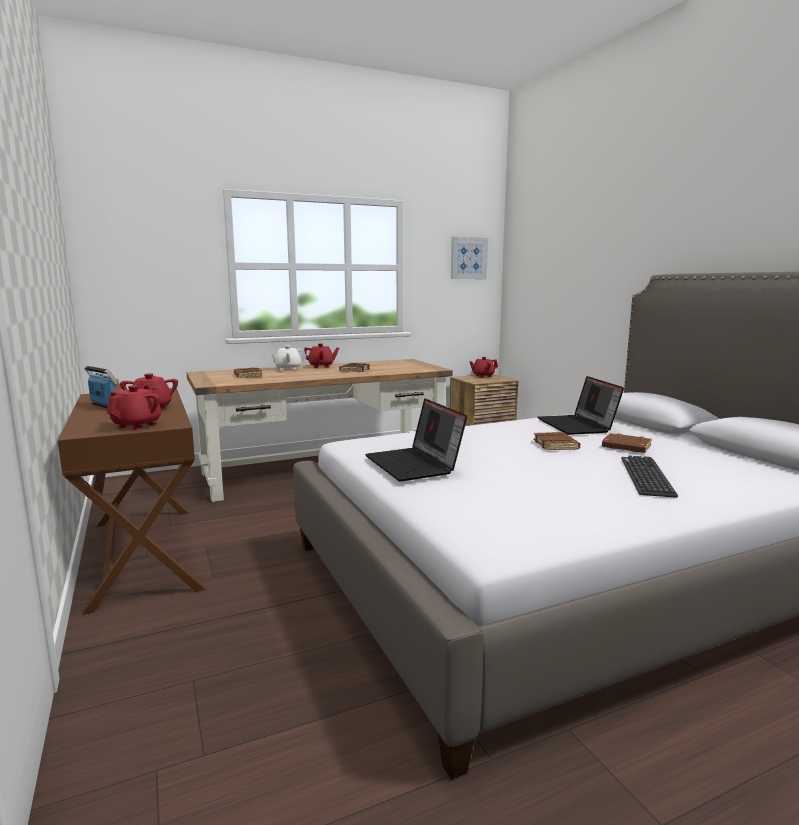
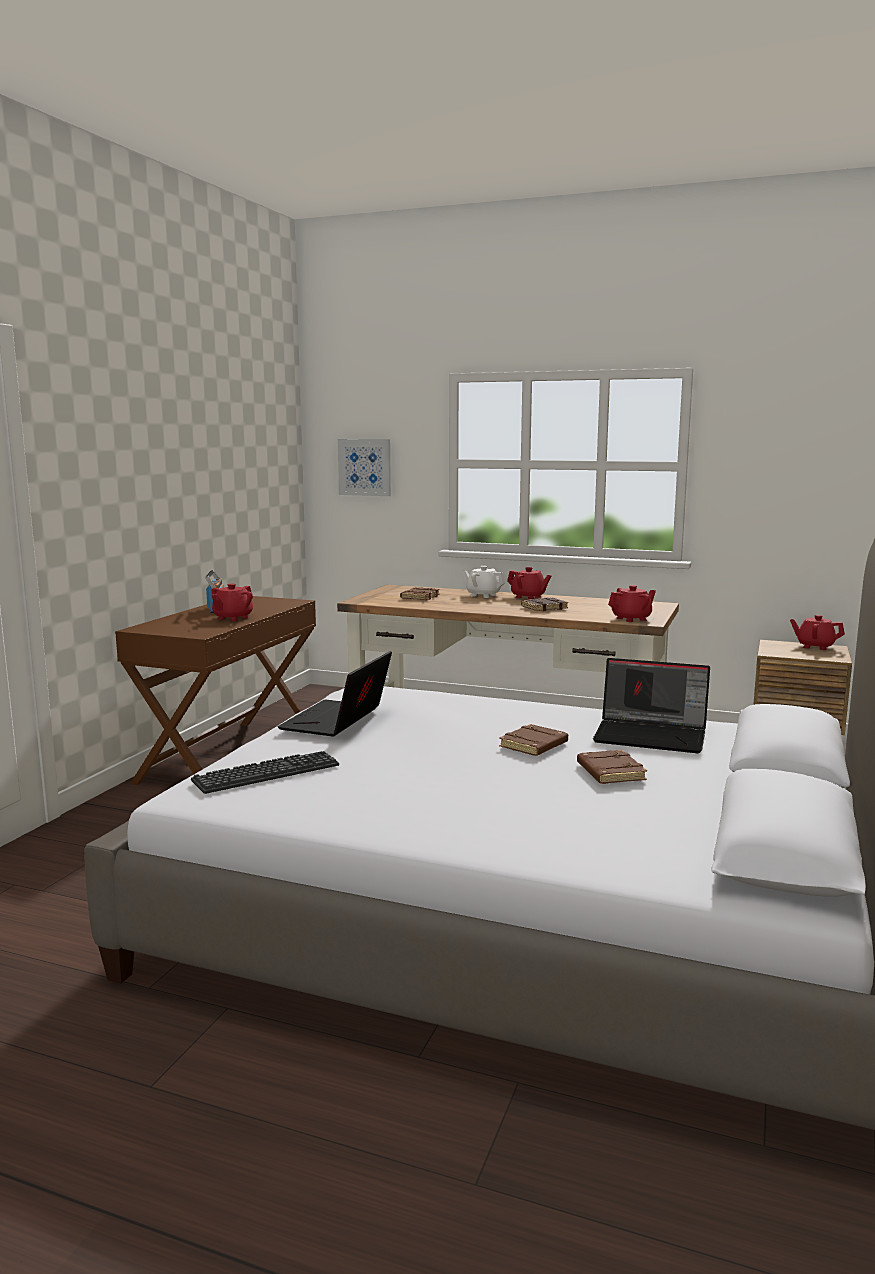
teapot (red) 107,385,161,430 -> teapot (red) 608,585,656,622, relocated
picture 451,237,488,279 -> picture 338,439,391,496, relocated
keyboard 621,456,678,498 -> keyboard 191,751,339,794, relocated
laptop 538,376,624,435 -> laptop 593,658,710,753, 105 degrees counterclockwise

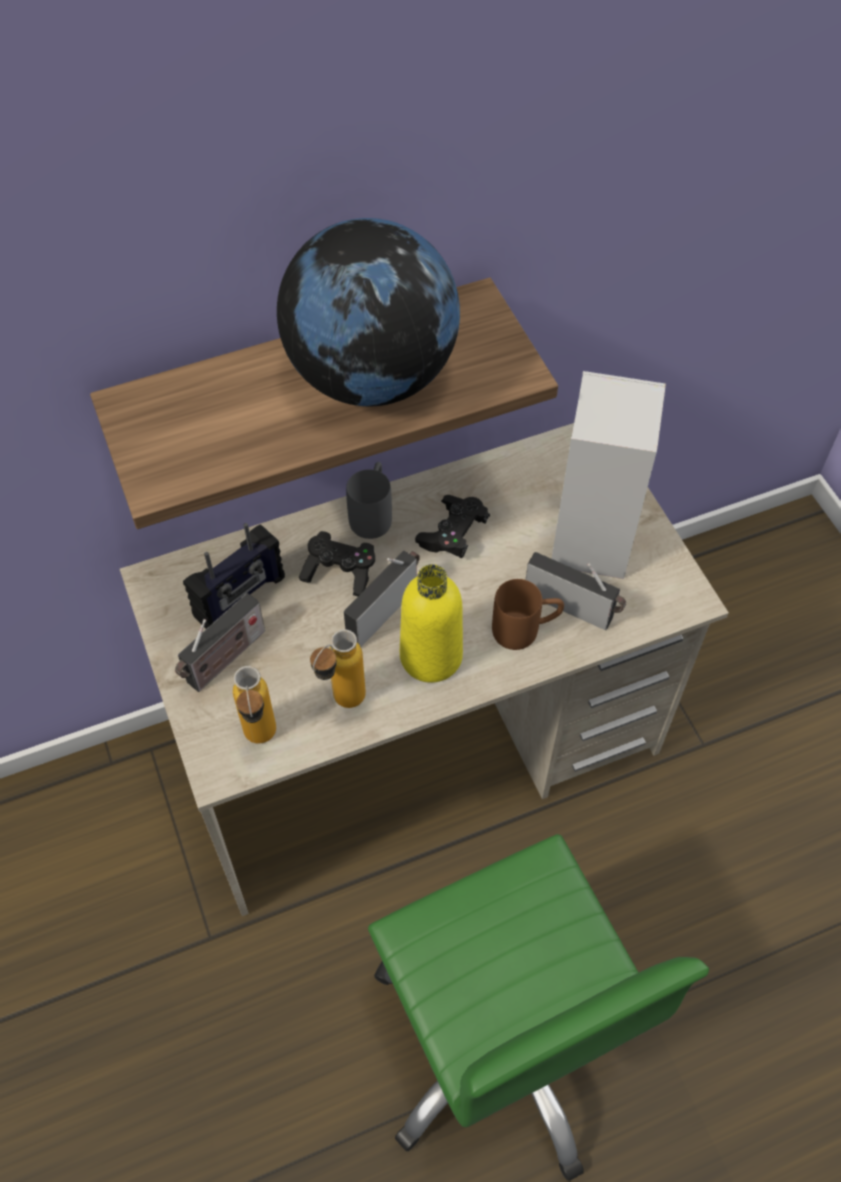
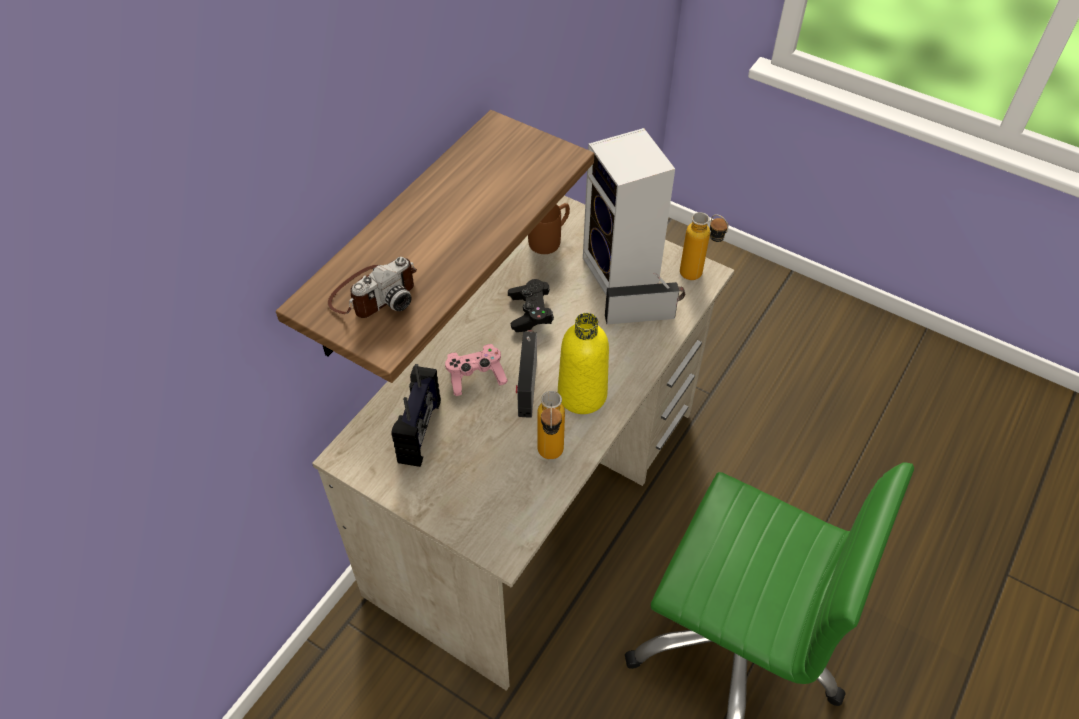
radio 175,593,265,692 -> none
globe 277,218,460,406 -> none
mug (grey) 346,462,392,539 -> none
none -> photo camera 328,257,417,318
bottle 233,666,276,744 -> bottle 680,212,728,280, relocated
mug (brown) 492,579,564,650 -> mug (brown) 528,203,570,254, relocated
game controller (black) 299,531,375,596 -> game controller (pink) 445,344,508,396

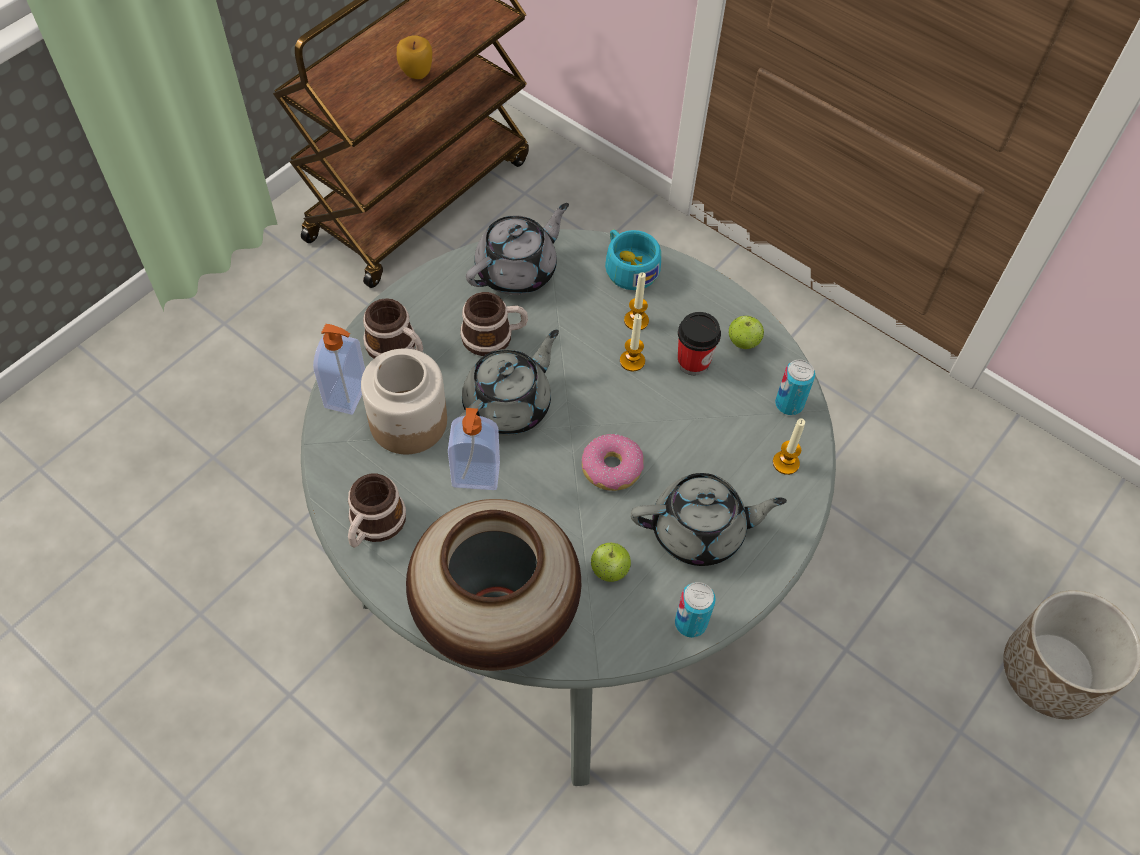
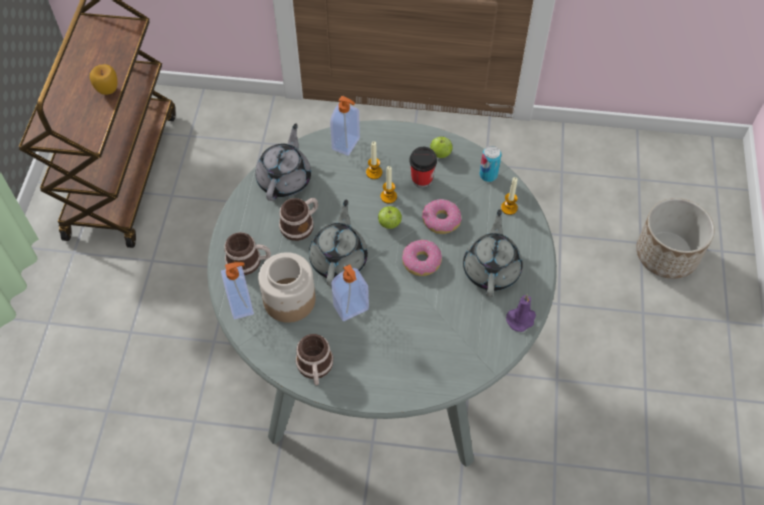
vase 406,499,581,671 -> none
none -> donut 422,199,462,234
apple 591,542,631,582 -> apple 378,206,402,229, relocated
cup (turquoise) 605,230,661,290 -> soap dispenser 330,96,360,156
can 675,582,716,638 -> candle (purple) 506,294,536,332
teapot (grey) 631,473,787,566 -> teapot (grey) 463,209,523,297, 45 degrees counterclockwise

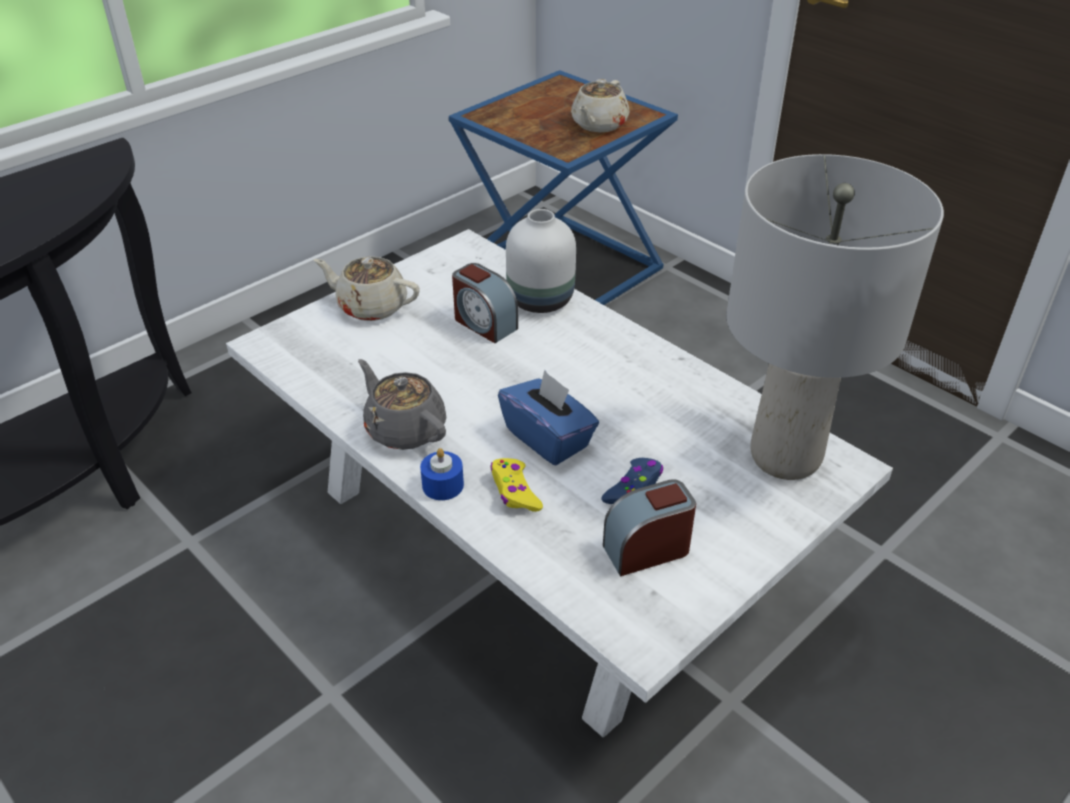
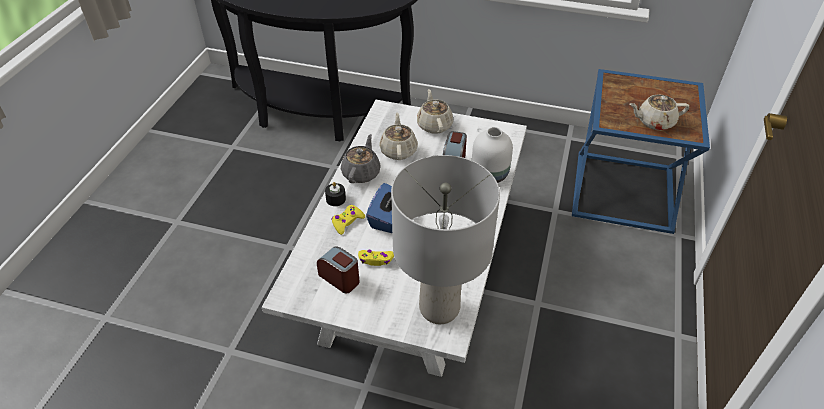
none -> teapot (beige) 379,113,418,160
candle (blue) 420,448,464,500 -> candle (black) 325,182,346,206
game controller (blue) 601,458,663,504 -> game controller (yellow) 358,250,394,266

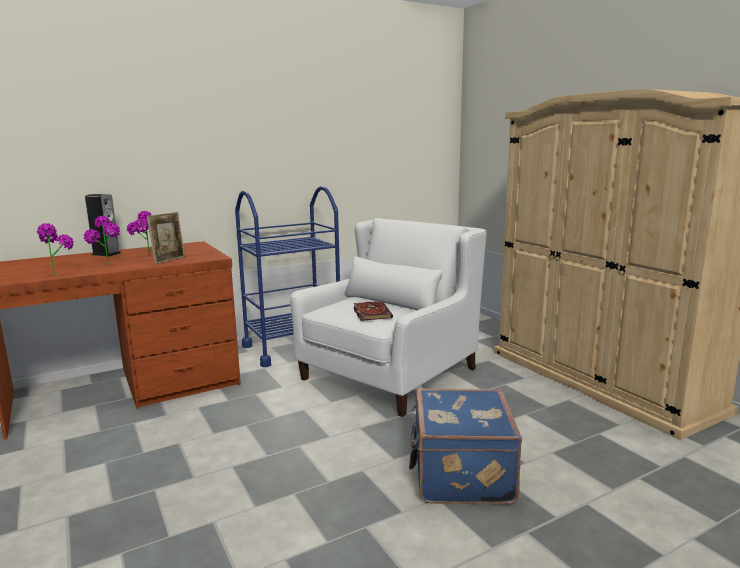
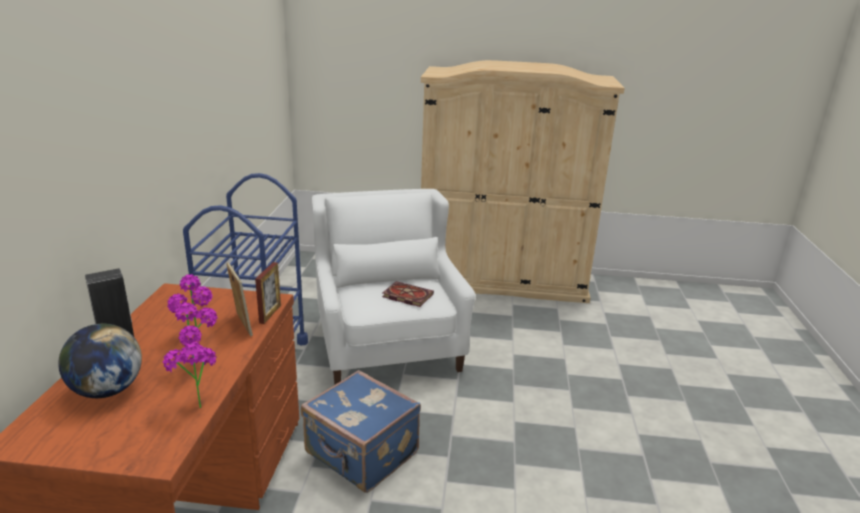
none -> globe 58,324,142,398
none -> picture frame 255,262,281,324
suitcase (blue) 409,388,522,505 -> suitcase (blue) 301,370,421,493, relocated

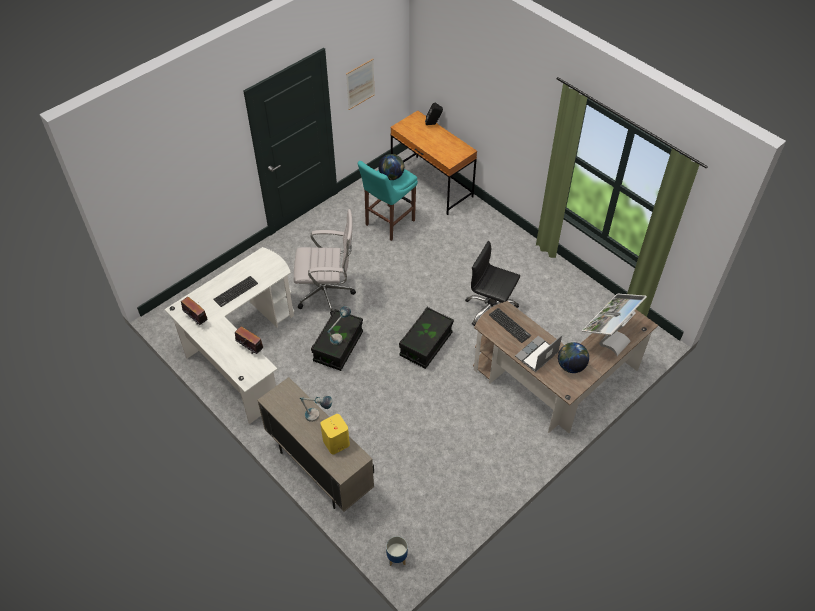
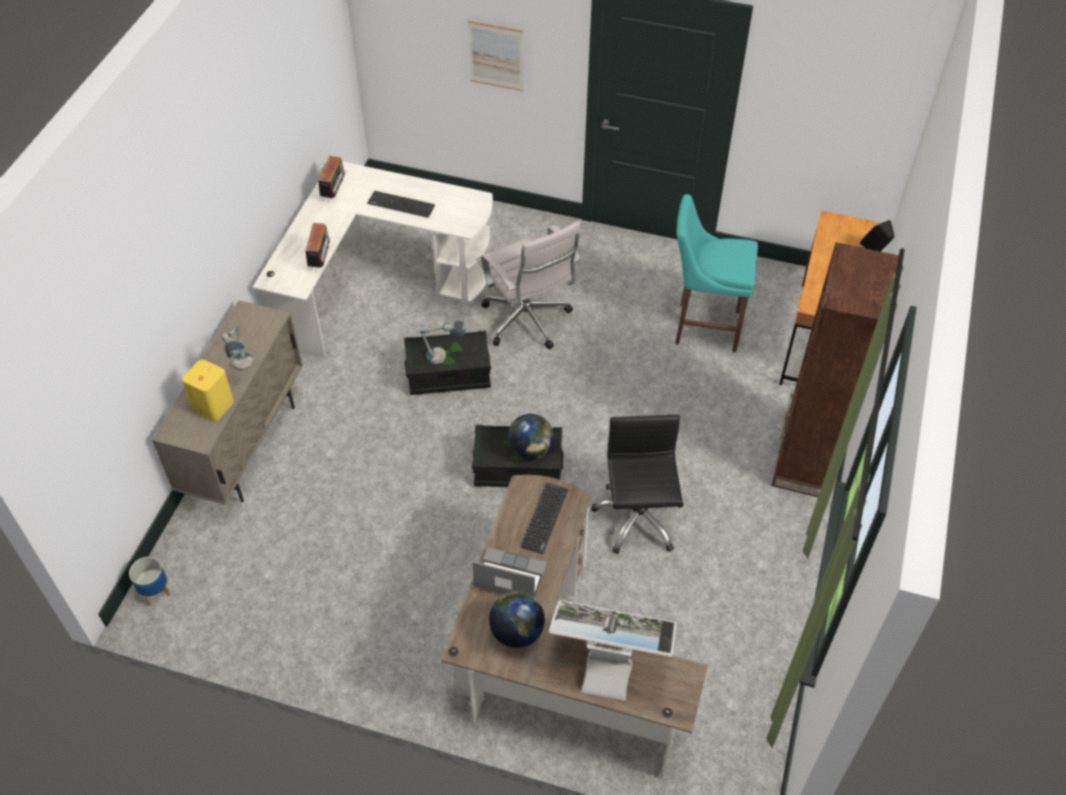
none -> bookcase (brown) 771,242,899,497
picture 346,59,375,110 -> picture 468,20,523,91, relocated
globe 378,154,404,180 -> globe 508,414,554,460, relocated

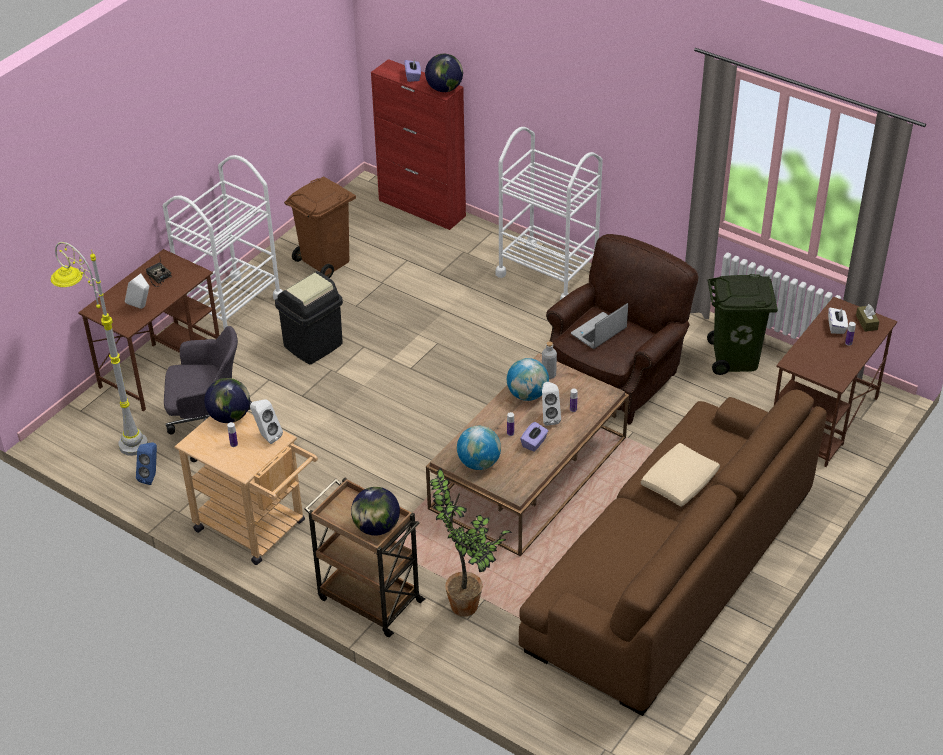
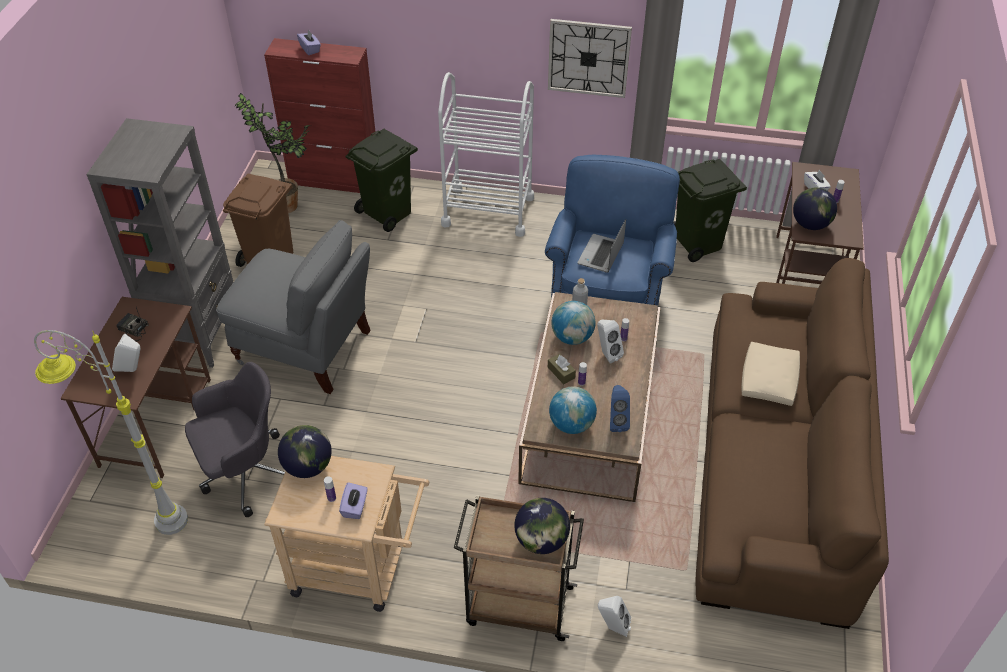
none -> trash can (green) 346,129,418,232
none -> wall clock 548,19,632,98
speaker (blue) 136,442,157,485 -> speaker (blue) 610,385,630,432, relocated
speaker (white) 250,399,283,444 -> speaker (white) 598,596,631,637, relocated
globe 425,54,463,92 -> globe 793,188,837,230, relocated
potted plant 429,468,512,617 -> potted plant 235,93,312,213, relocated
tissue box (purple) 520,422,548,452 -> tissue box (purple) 339,482,368,519, relocated
tissue box (brown) 856,304,879,332 -> tissue box (brown) 548,354,576,384, relocated
cart (white) 163,155,283,329 -> bookcase (grey) 86,118,233,368
trash can (black) 275,271,343,364 -> chair (grey) 216,220,371,394
armchair (brown) 546,234,698,425 -> armchair (blue) 545,155,680,305

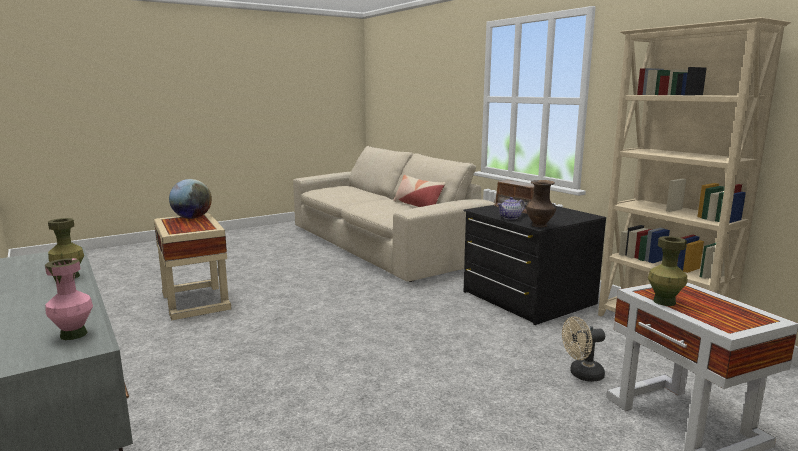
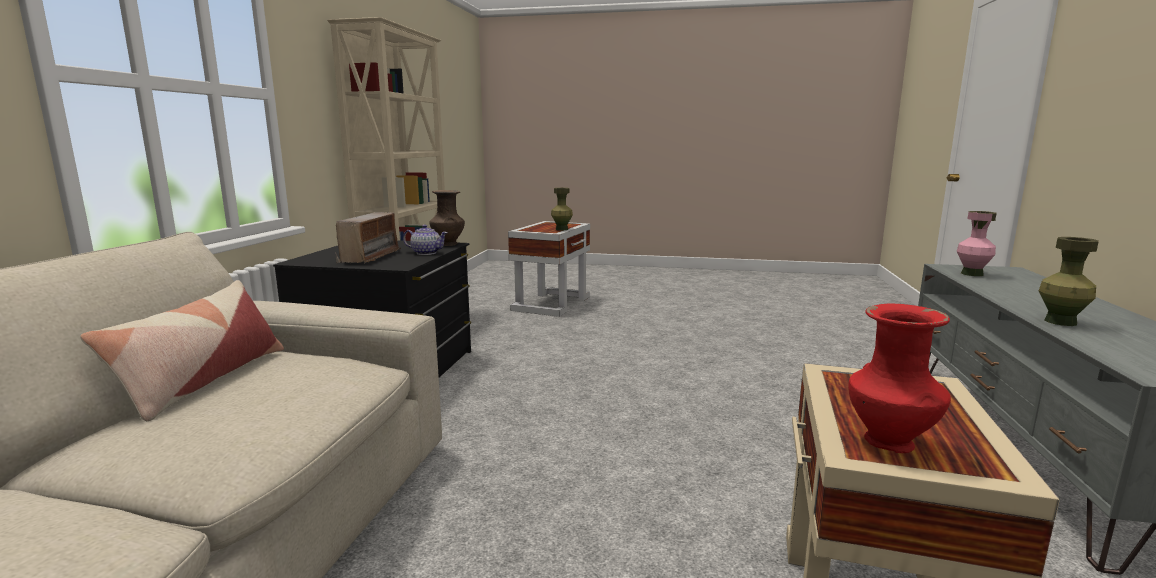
fan (beige) 562,316,605,382 -> none
globe 169,179,212,219 -> vase (red) 848,303,951,453

